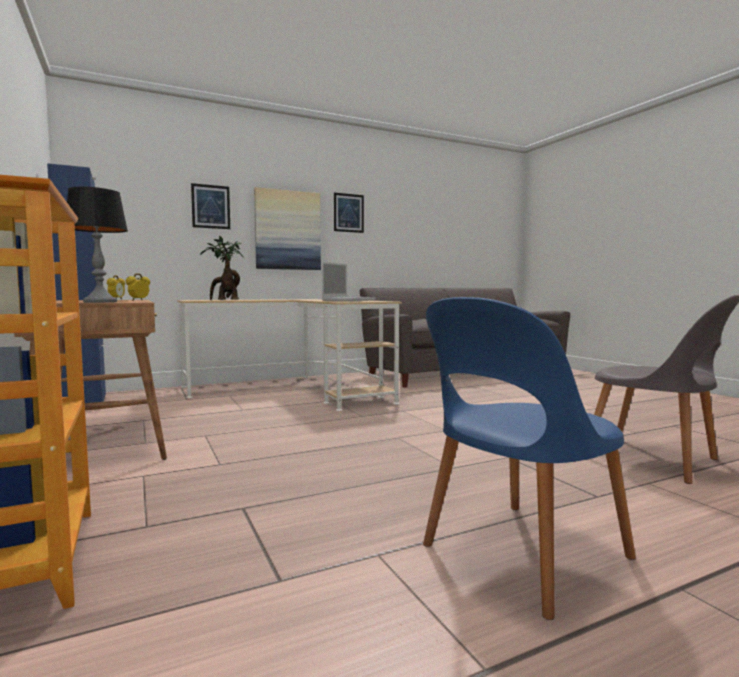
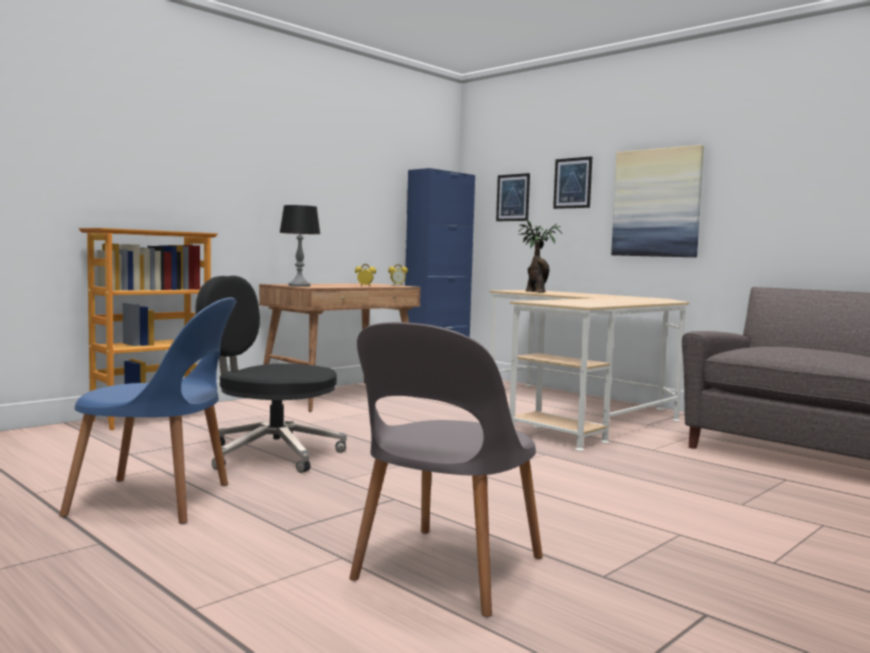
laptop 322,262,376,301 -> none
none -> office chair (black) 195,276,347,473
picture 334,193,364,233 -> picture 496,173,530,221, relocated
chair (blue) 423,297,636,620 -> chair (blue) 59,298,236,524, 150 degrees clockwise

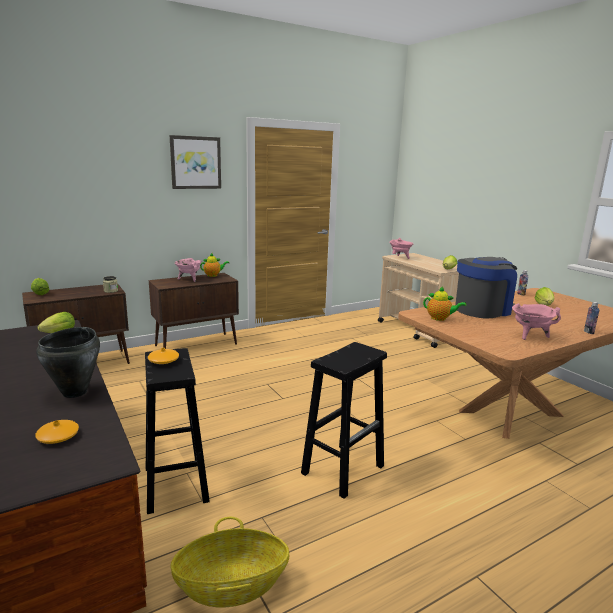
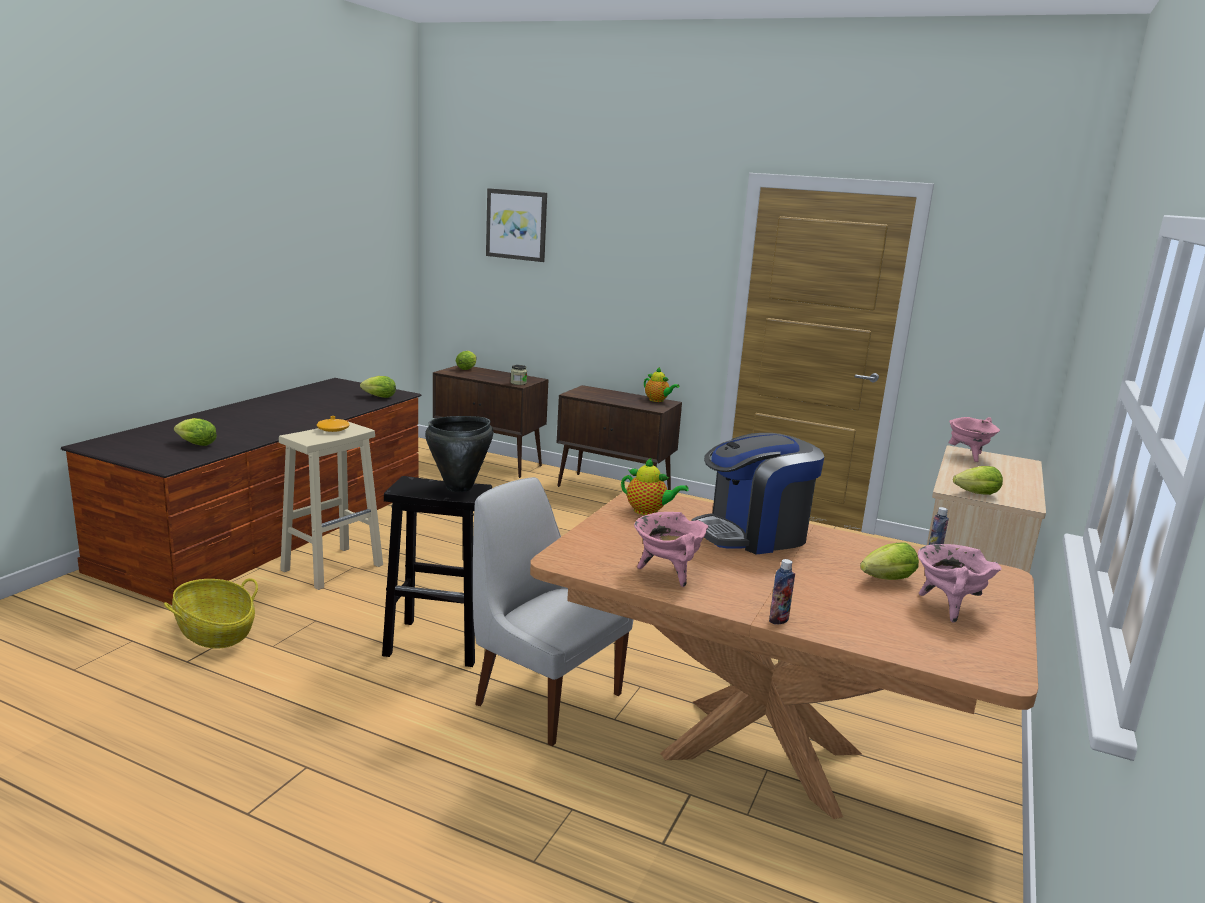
none -> chair (white) 473,477,633,746
cooking pot (black) 36,327,100,398 -> cooking pot (black) 425,416,493,492, relocated
picture 170,135,221,189 -> picture 486,188,547,262, relocated
cooking pot (pink) 174,258,202,282 -> cooking pot (pink) 918,544,1002,623, relocated
vase (orange) 35,420,79,444 -> lettuce 174,418,217,446
stool (black) 145,348,210,514 -> stool (beige) 279,422,383,590
teapot 423,287,466,321 -> teapot 621,458,689,515, 60 degrees counterclockwise
coffee machine 455,257,517,319 -> coffee machine 692,433,824,555, 135 degrees clockwise

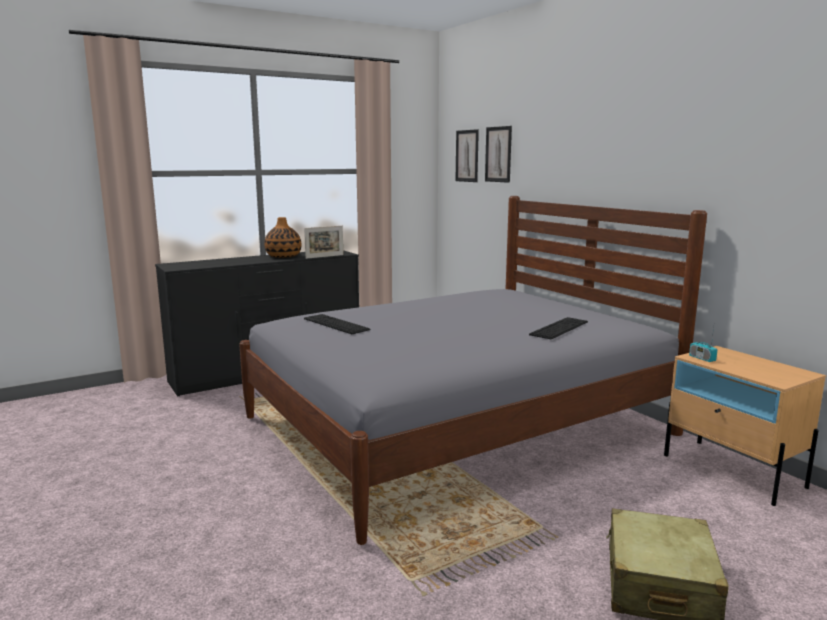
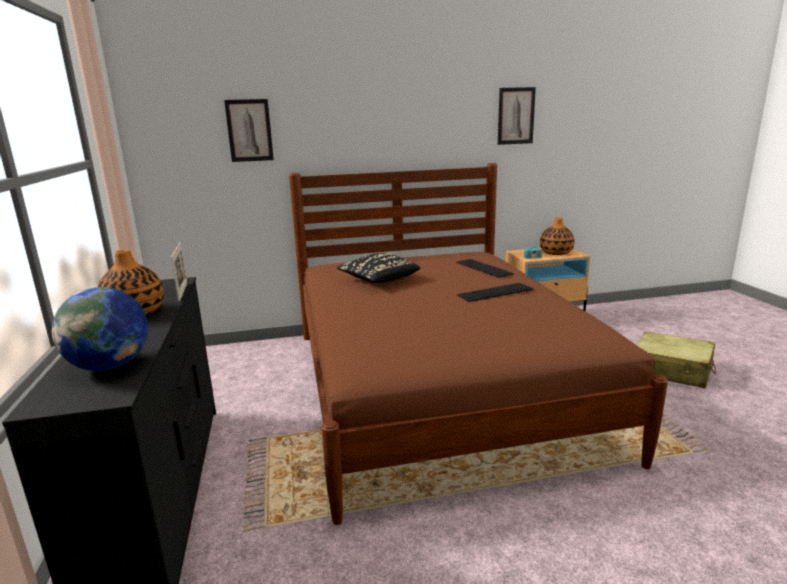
none -> globe 52,287,148,371
none -> pillow (black) 337,253,421,283
none -> vase 540,217,574,255
keyboard 304,314,370,334 -> keyboard 457,283,533,302, relocated
picture 455,129,479,182 -> picture 498,87,536,145, relocated
bed (grey) 239,196,707,545 -> bed (brown) 289,163,668,525

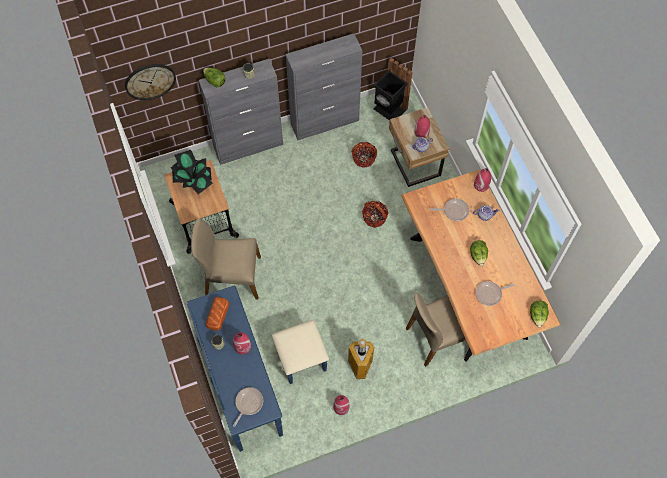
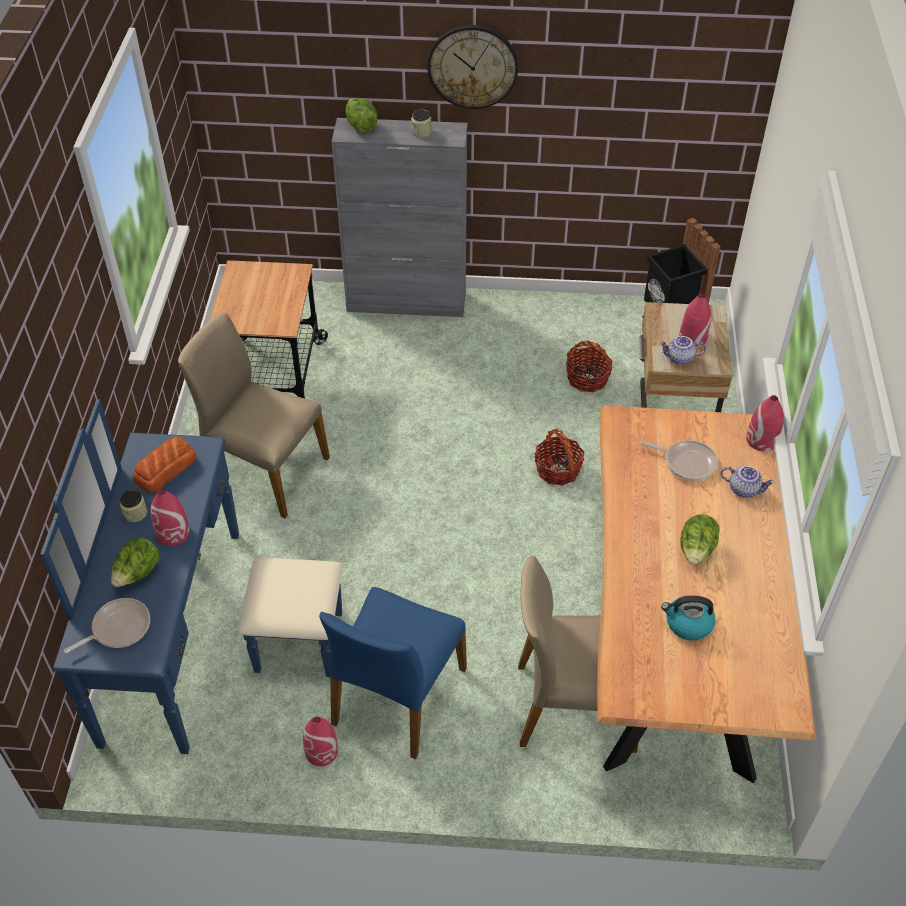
potted plant 171,150,213,194 -> none
cabinet (grey) 286,34,363,140 -> none
wall clock 125,64,176,100 -> wall clock 428,25,518,109, relocated
lettuce 530,301,549,327 -> lettuce 111,538,159,587, relocated
trash can 348,339,374,379 -> chair (blue) 319,587,467,759
frying pan 476,281,515,306 -> kettle 661,596,715,641

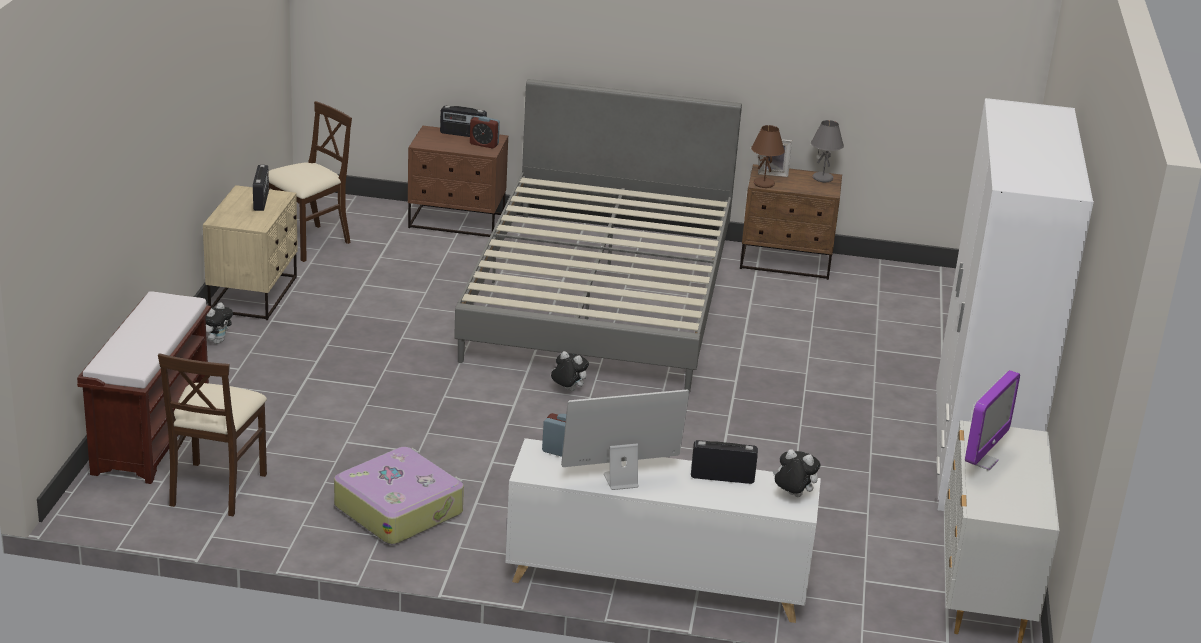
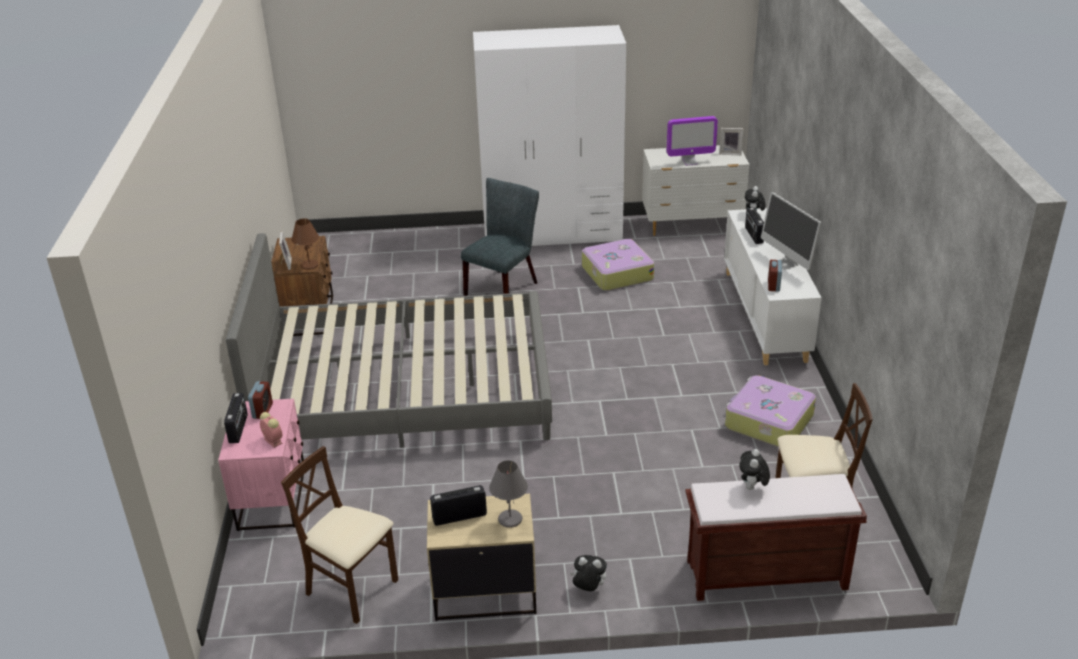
none -> alarm clock 260,412,282,448
none -> chair (grey) 461,178,539,296
none -> suitcase 582,239,654,291
none -> picture frame 719,128,743,155
plush toy 551,351,589,391 -> plush toy 739,449,770,490, relocated
table lamp (grey) 811,120,844,182 -> table lamp (grey) 489,460,528,528, relocated
nightstand (brown) 408,126,508,237 -> nightstand (pink) 218,399,304,531
monitor 965,370,1020,470 -> monitor 667,116,718,166, 150 degrees clockwise

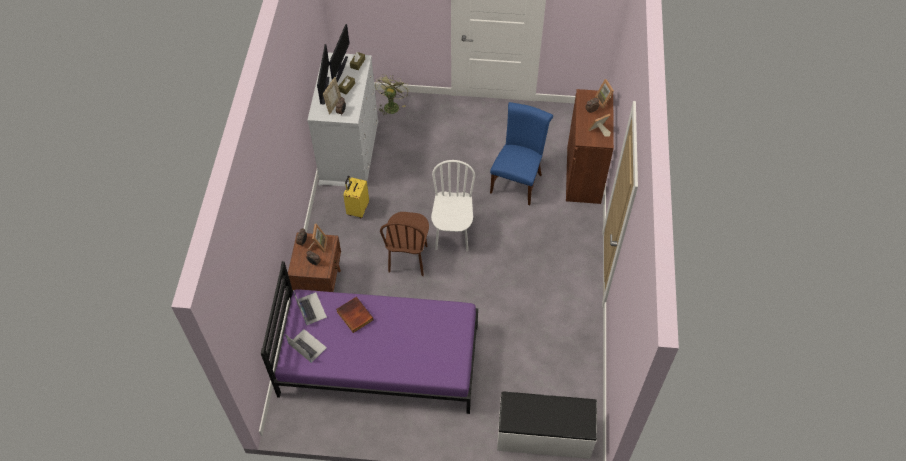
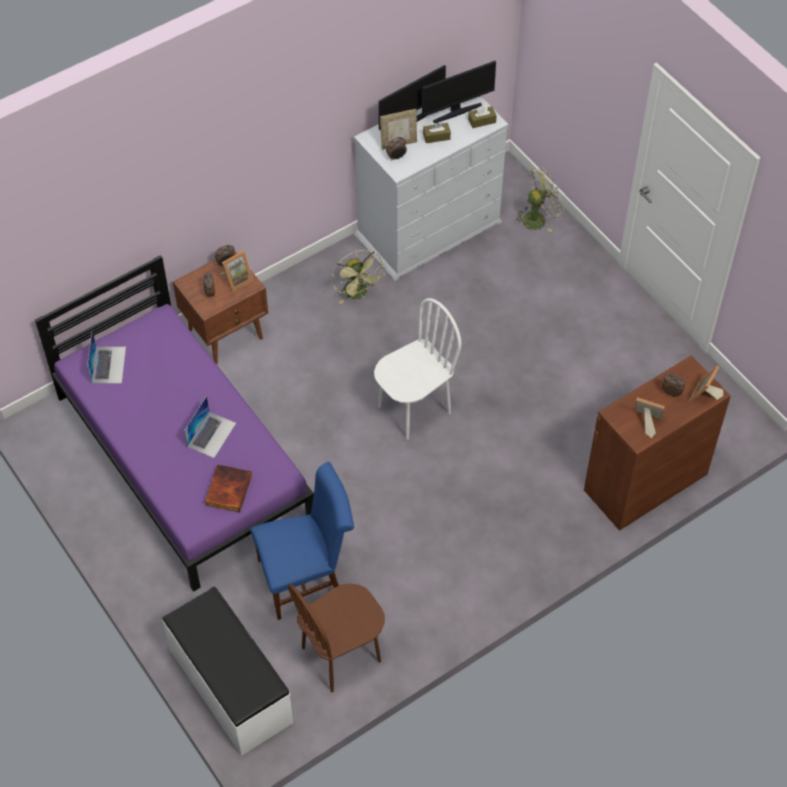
laptop 293,290,327,325 -> laptop 184,396,236,458, relocated
book 336,297,373,333 -> book 205,464,252,512, relocated
chair (brown) 380,212,429,276 -> chair (brown) 288,584,385,692, relocated
chair (blue) 490,102,553,205 -> chair (blue) 250,462,354,620, relocated
suitcase (yellow) 343,176,369,218 -> fan (green) 332,250,385,304

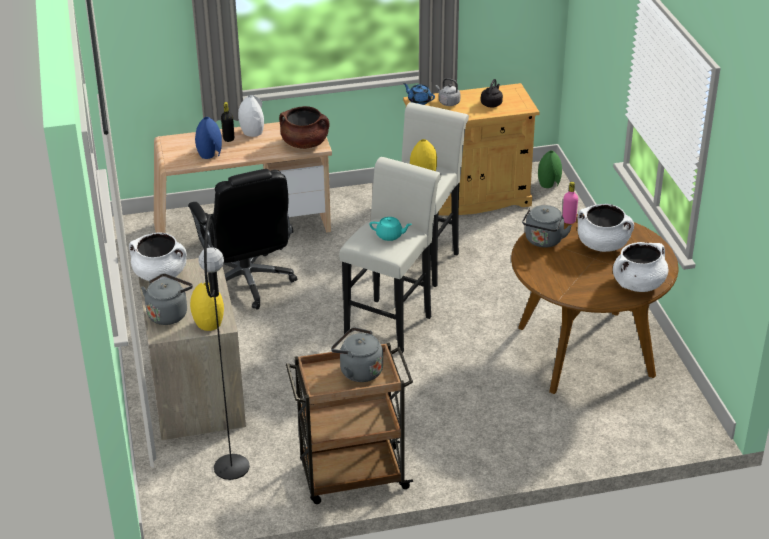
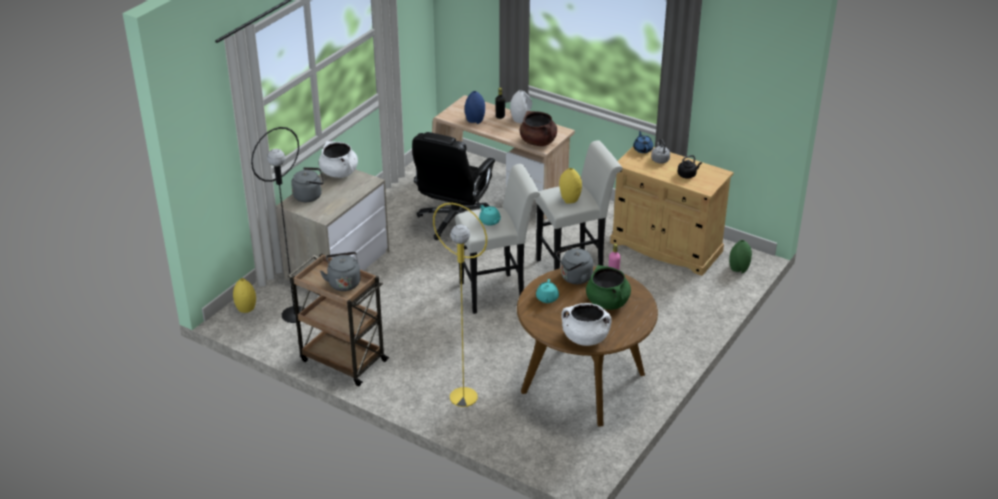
none -> floor lamp (yellow) 433,203,487,407
none -> teapot (turquoise) 536,279,559,303
vase (yellow) 190,283,224,331 -> vase (yellow) 233,278,256,313, relocated
cooking pot (white) 578,204,634,252 -> cooking pot (green) 586,265,631,310

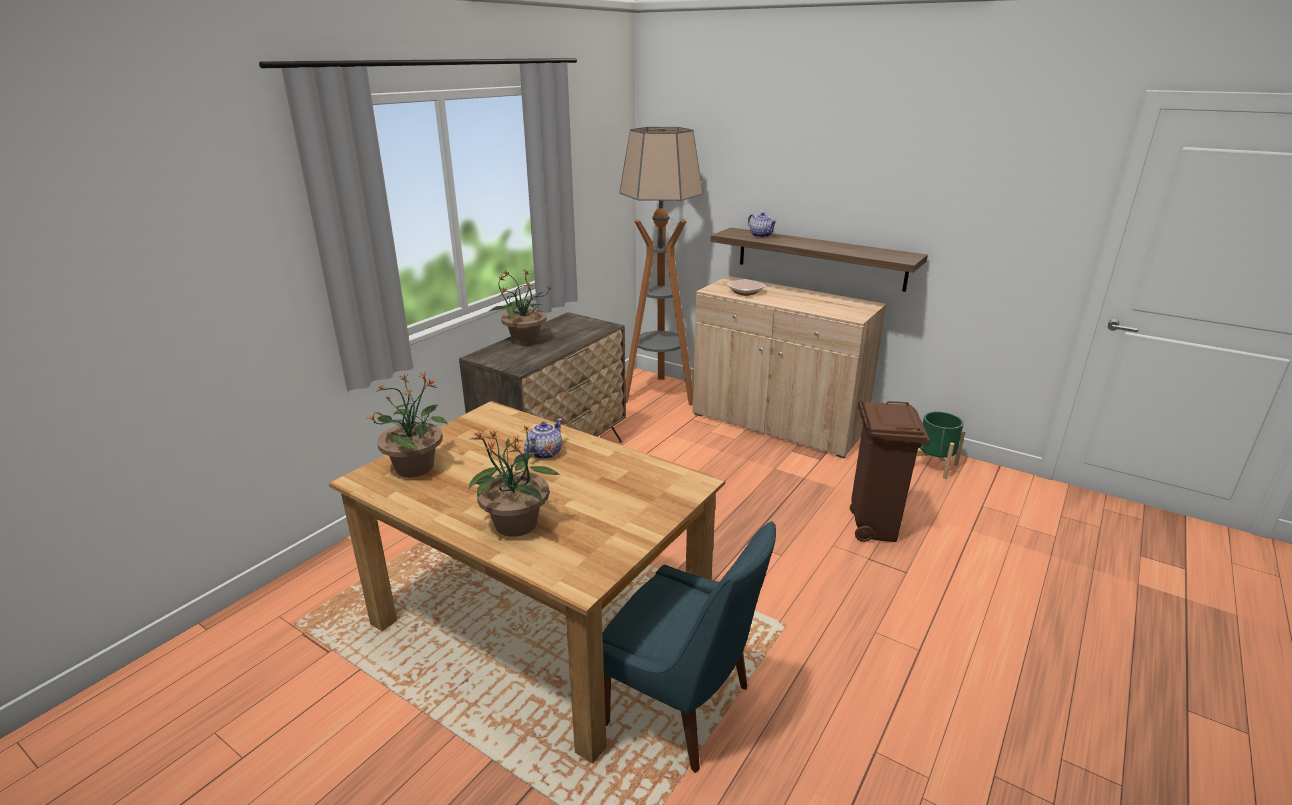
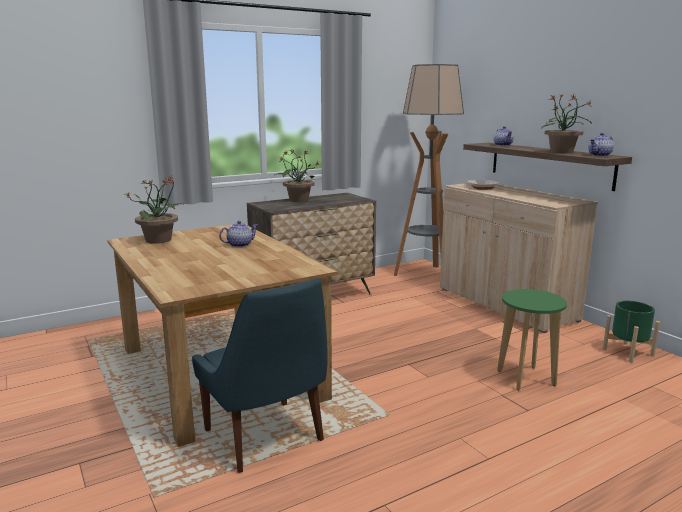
none -> teapot 588,133,614,156
potted plant 469,425,561,537 -> potted plant 541,93,593,153, relocated
trash can (brown) 850,400,930,542 -> stool (green) 497,289,567,390

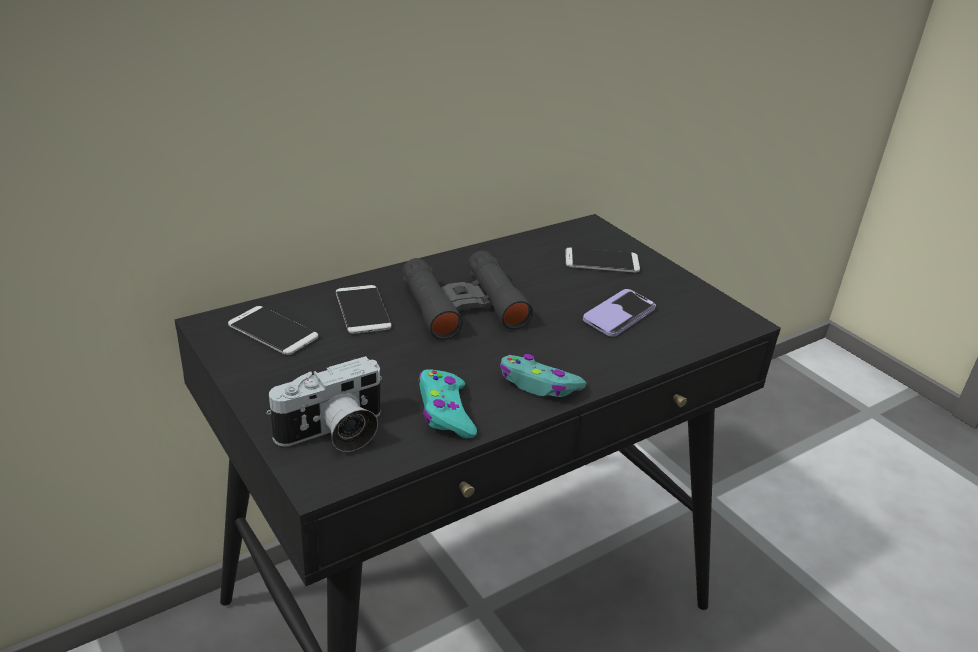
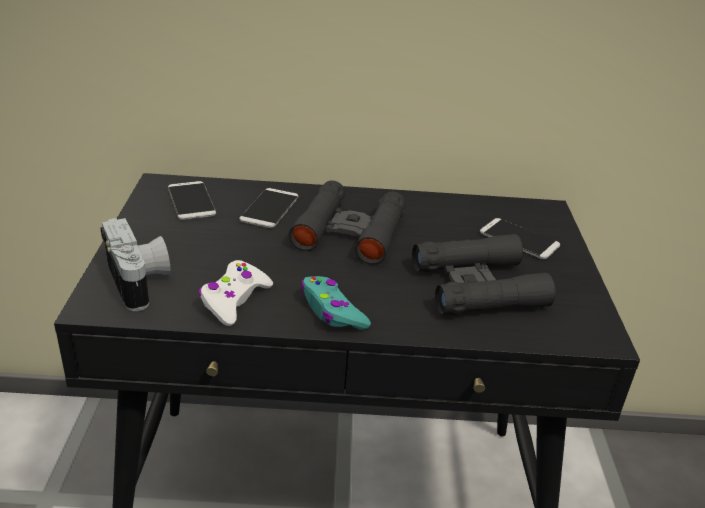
phone 583,289,656,337 -> binoculars (black) 412,234,556,316
game controller (turquoise) 419,369,477,438 -> game controller (white) 198,260,273,326
photo camera 266,356,382,452 -> photo camera 100,218,171,311, 120 degrees counterclockwise

